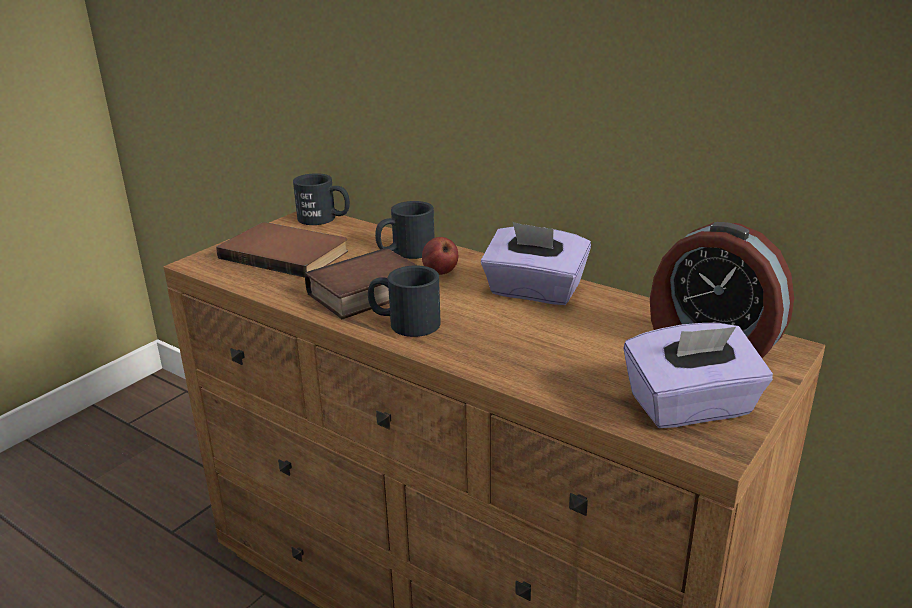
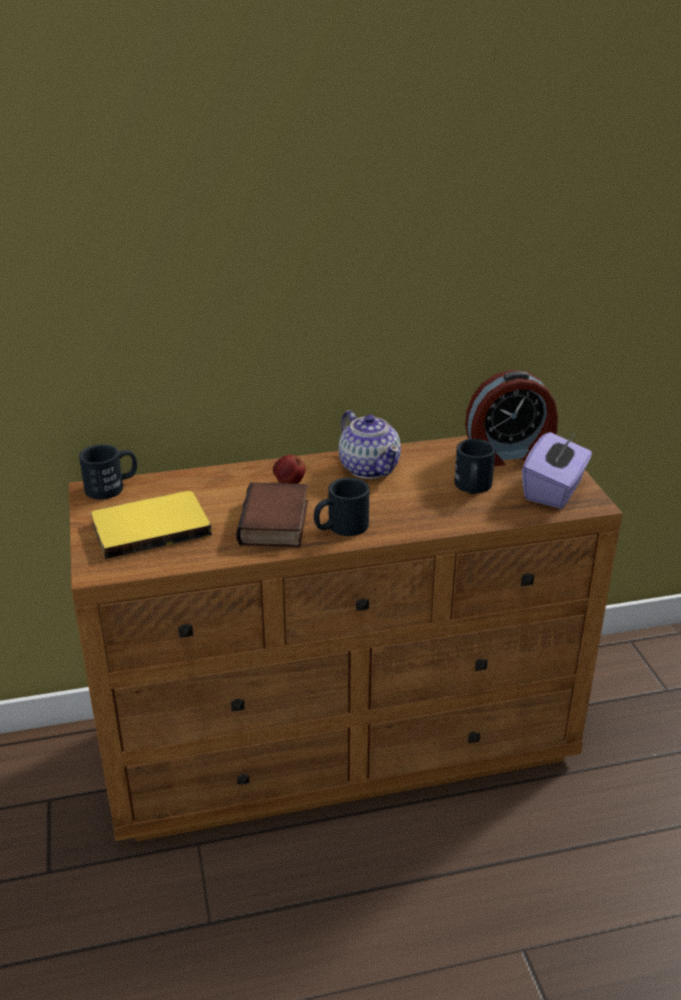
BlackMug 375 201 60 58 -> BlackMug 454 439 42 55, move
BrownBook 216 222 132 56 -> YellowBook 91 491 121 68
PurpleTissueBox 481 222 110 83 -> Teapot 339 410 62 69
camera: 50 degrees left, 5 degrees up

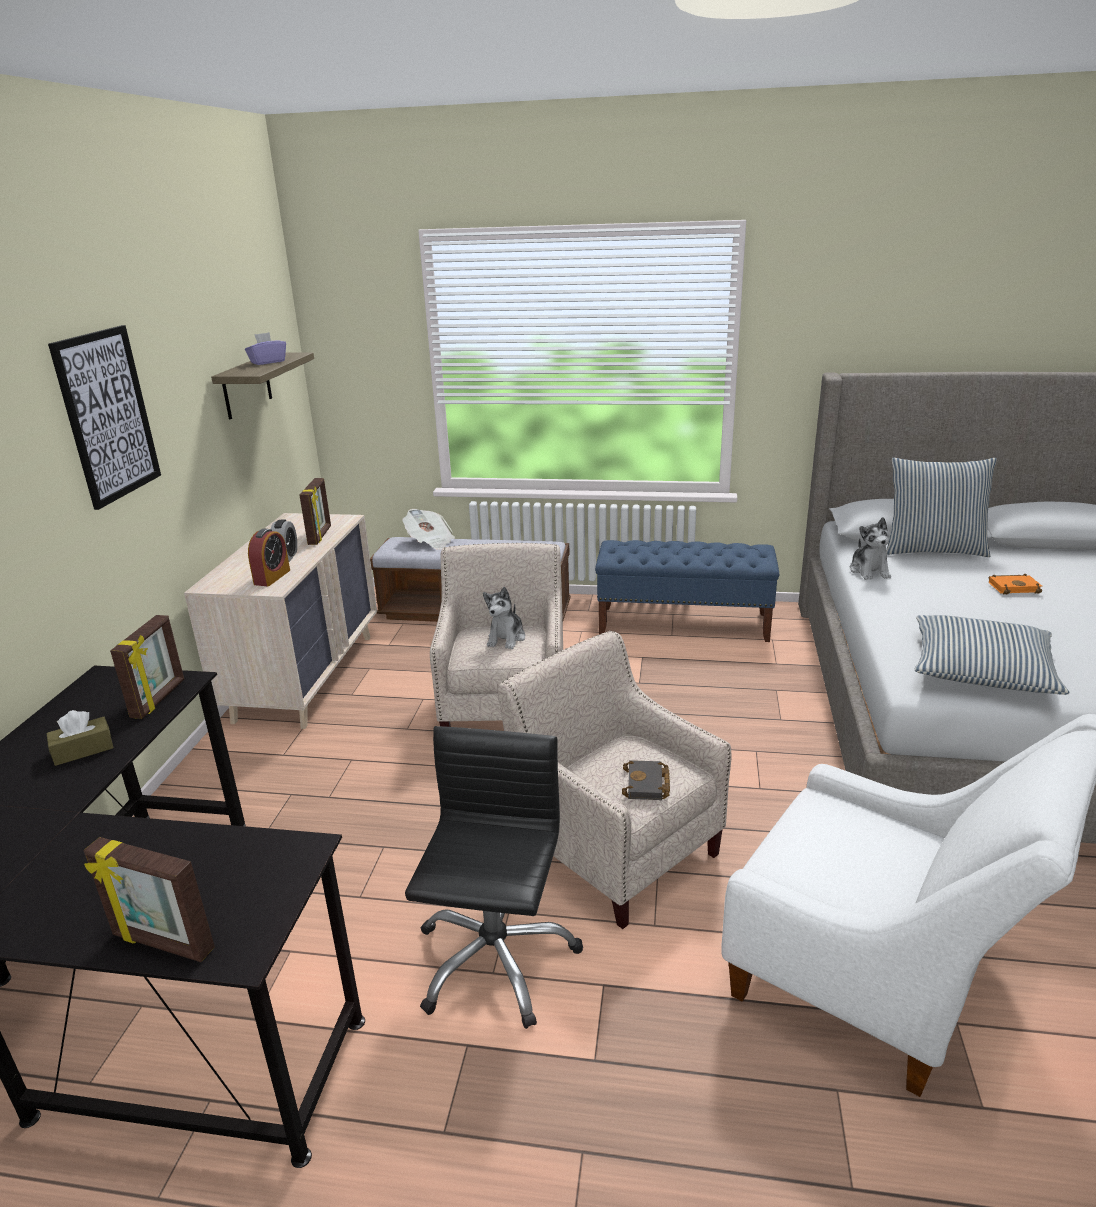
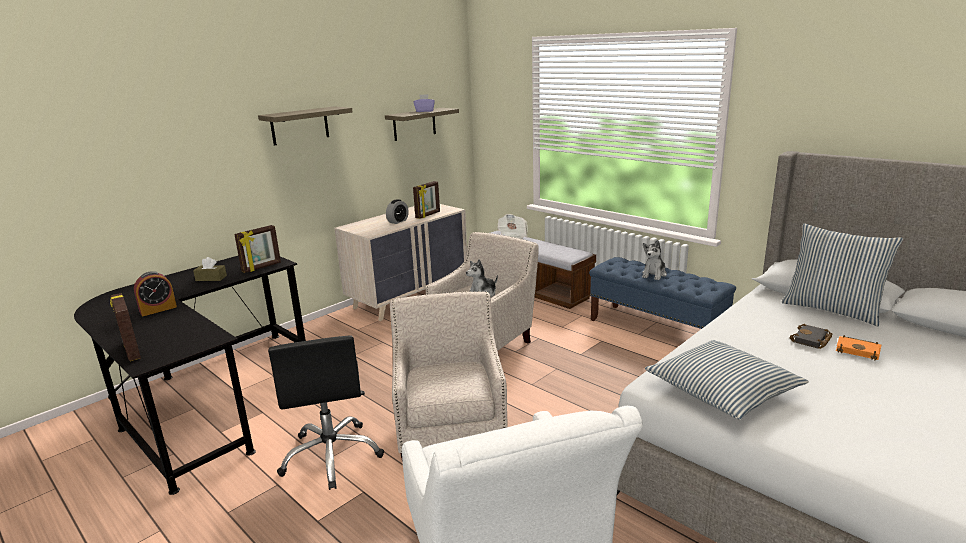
Picture 48 325 113 185 -> Shelf 258 106 95 40
PlushToy 850 517 41 63 -> PlushToy 642 240 25 40, move
AlarmClock 248 529 42 57 -> AlarmClock 134 271 43 45, move
BlackOfficeChair 405 726 178 303 -> BlackOfficeChair 268 336 116 154, 120 degrees clockwise
BlackBook 622 760 48 40 -> BlackBook 789 324 44 25, move
camera: 35 degrees right, 5 degrees down

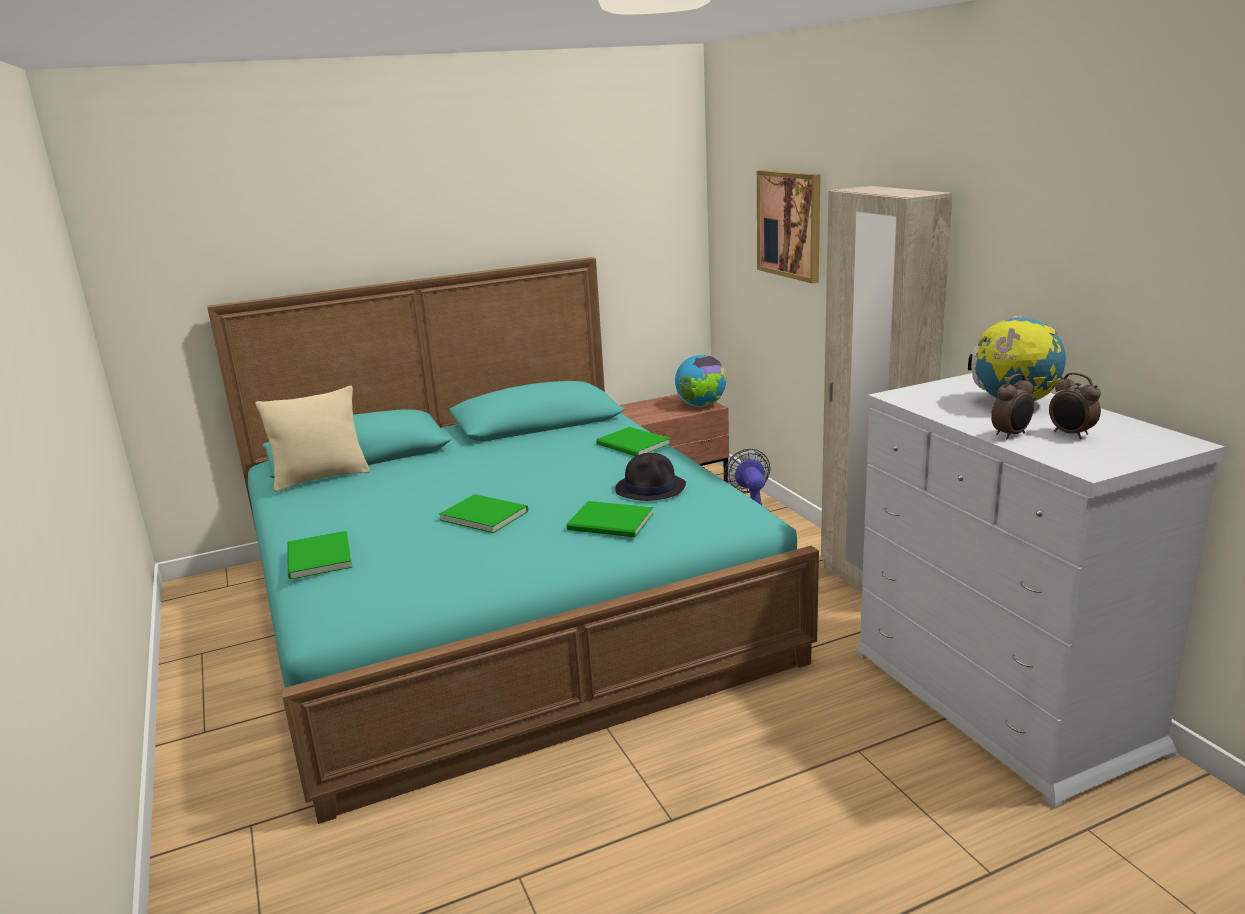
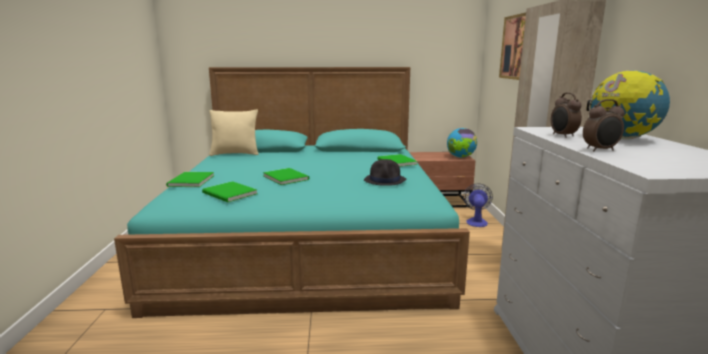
AlarmClock 1049 372 52 67 -> AlarmClock 551 93 31 45, move
GreenBook 567 501 86 36 -> GreenBook 202 181 56 21, move
camera: 20 degrees right, 5 degrees down

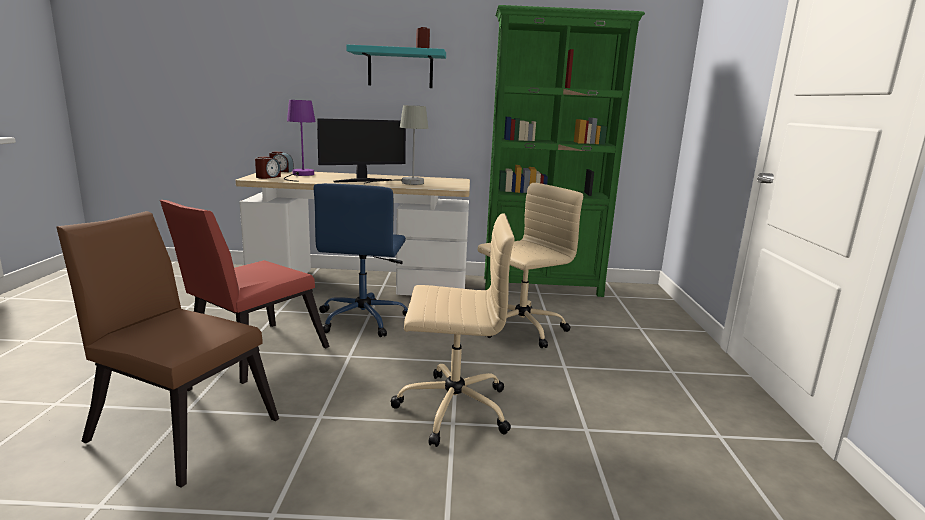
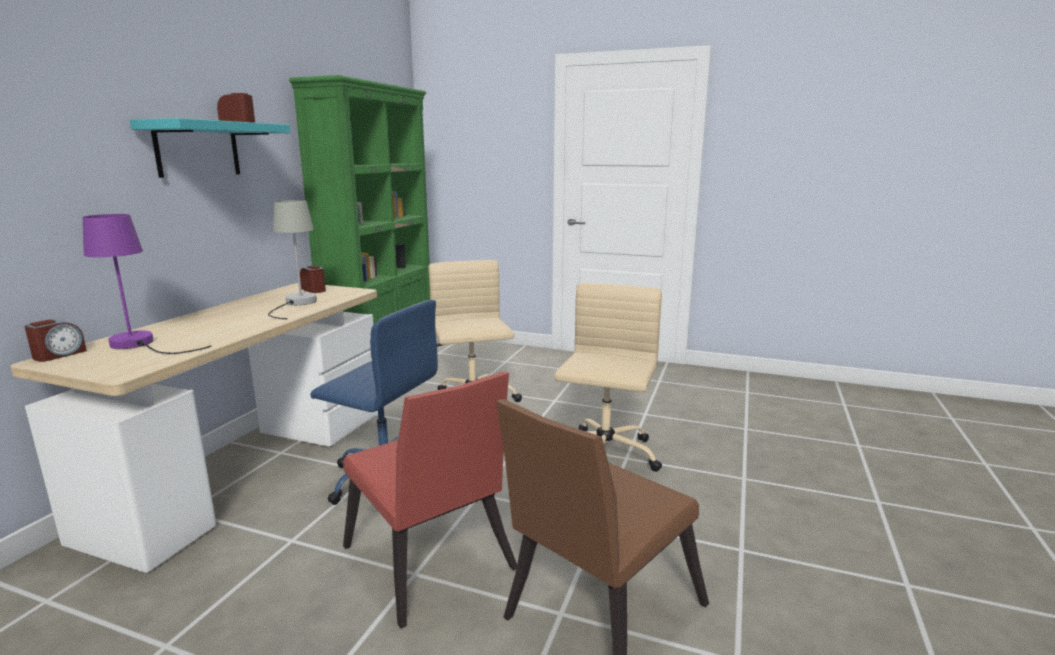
Monitor 317 118 89 64 -> none
AlarmClock 255 156 26 23 -> AlarmClock 300 265 26 28, move
camera: 70 degrees left, 0 degrees up

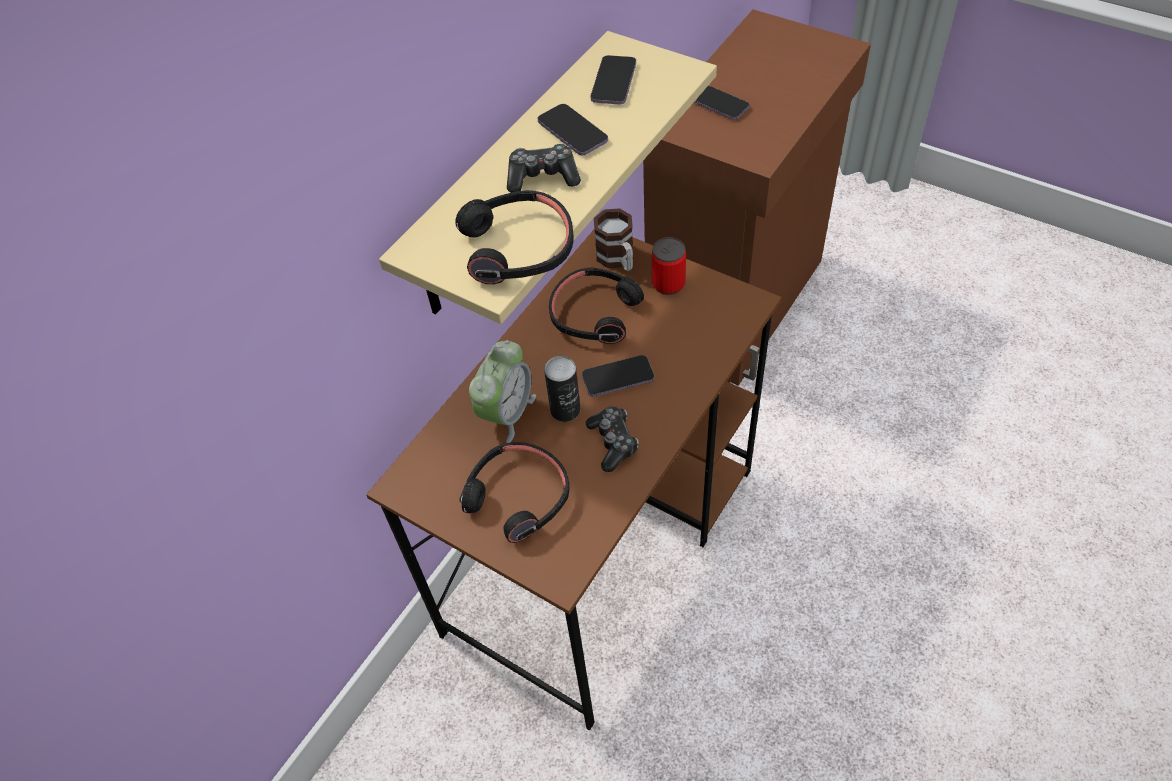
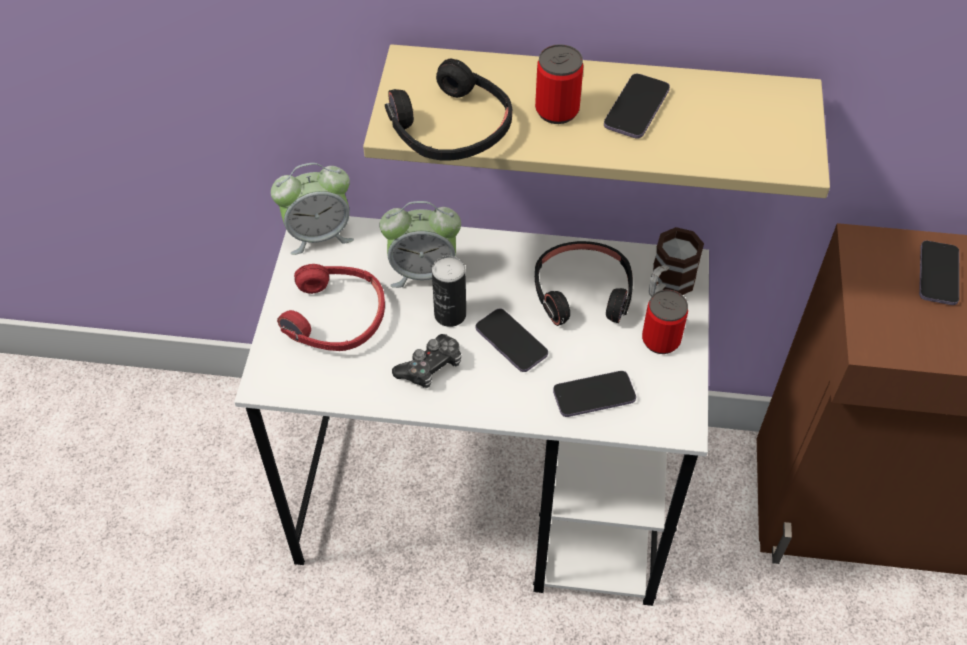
Phone 590 55 46 50 -> Phone 553 371 83 46, move
GameController 507 143 74 50 -> Can 535 44 49 80
BrownDesk 366 230 416 501 -> WhiteDesk 234 216 475 390
BlackHeadphones 459 442 110 101 -> RedHeadphones 277 264 108 87
none -> AlarmClock 271 163 83 92
camera: 60 degrees right, 0 degrees up

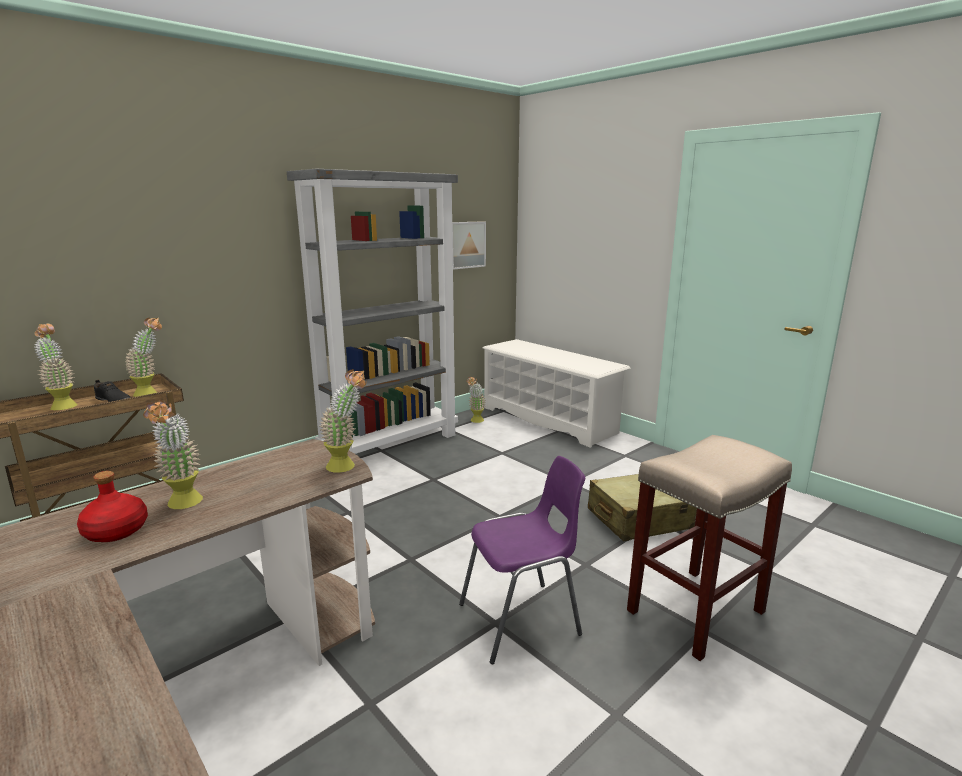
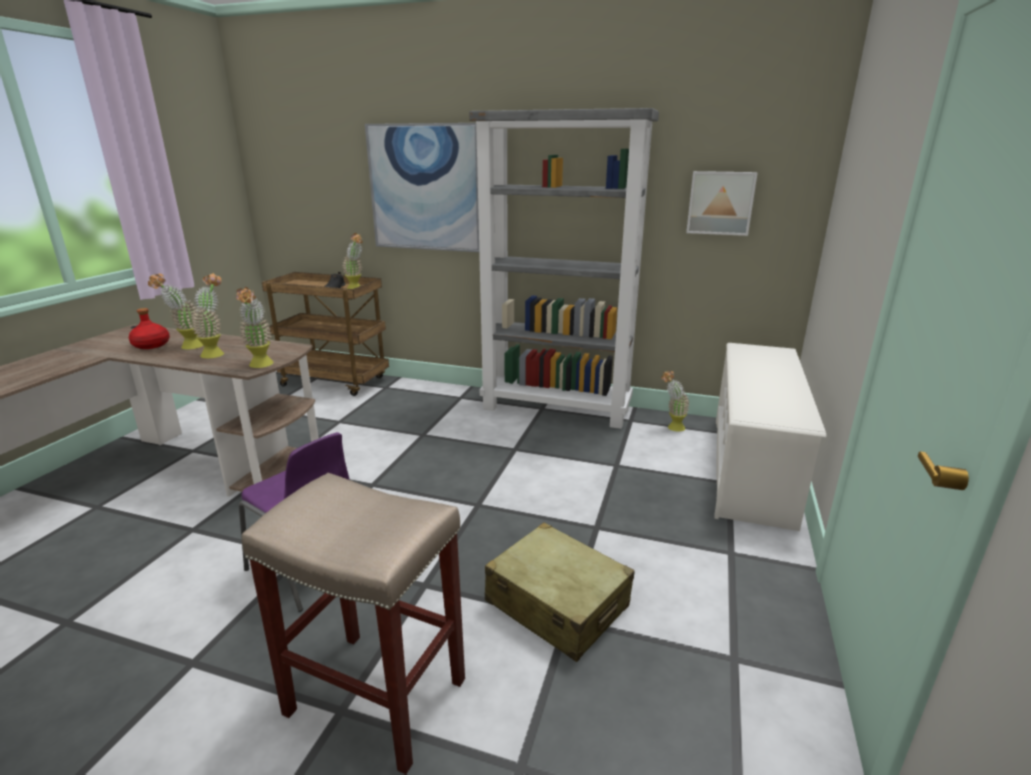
PottedPlant 34 323 43 87 -> PottedPlant 191 273 33 85, move
none -> Picture 365 123 114 129
camera: 60 degrees right, 5 degrees up

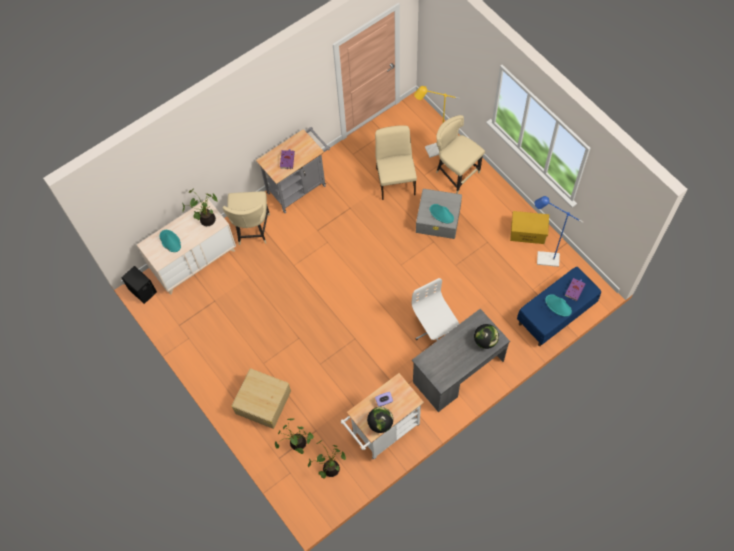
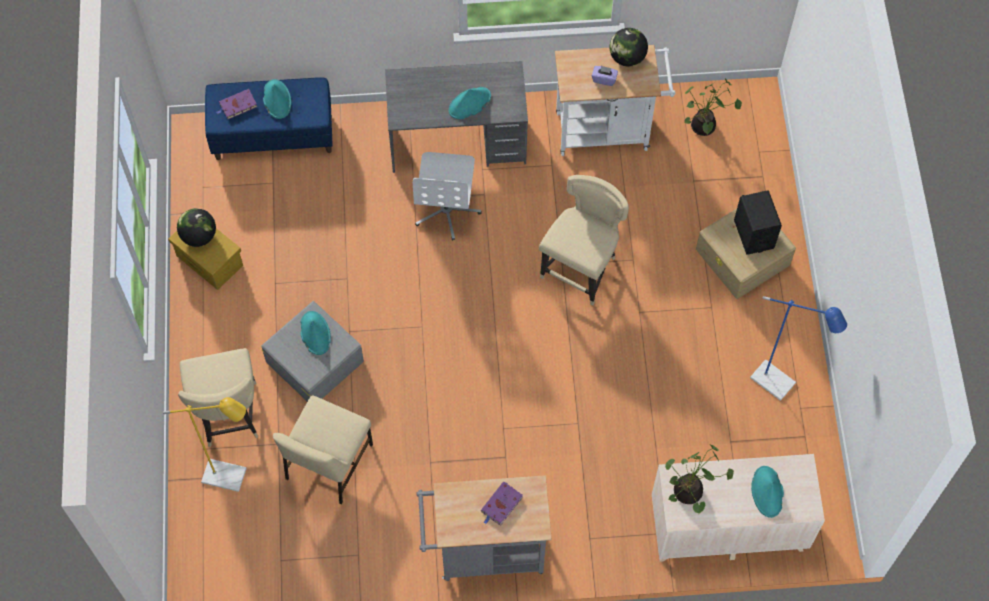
BeigeChair 222 191 48 54 -> BeigeChair 539 175 90 131, move
BlueFloorLamp 535 196 48 71 -> BlueFloorLamp 750 296 97 105, move
BlackSpeaker 122 266 35 38 -> BlackSpeaker 734 190 48 65, move
Globe 474 324 25 25 -> Globe 177 208 39 39, move
PottedPlant 275 419 39 35 -> none
none -> TurquoiseHat 449 87 42 32
camera: 150 degrees left, 0 degrees up

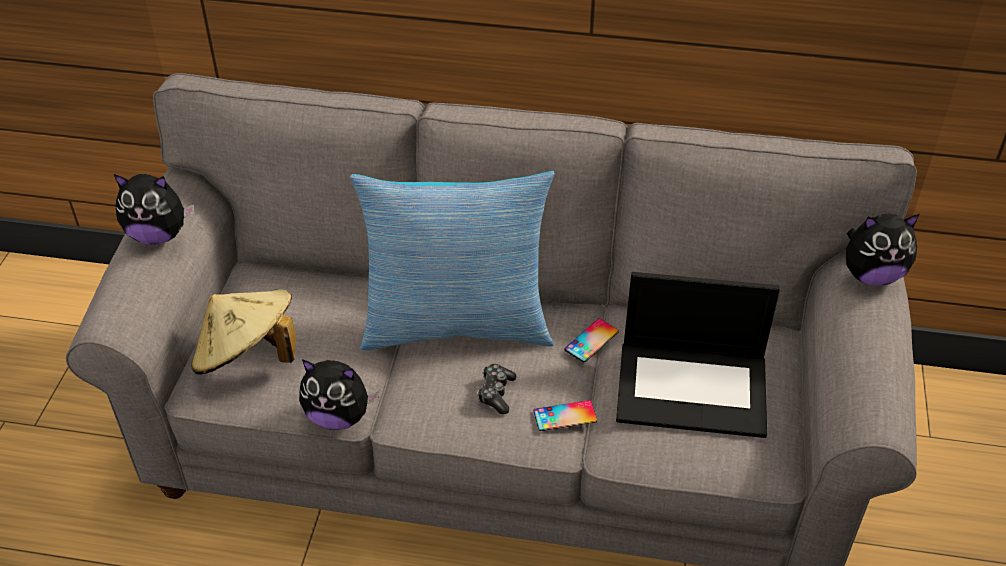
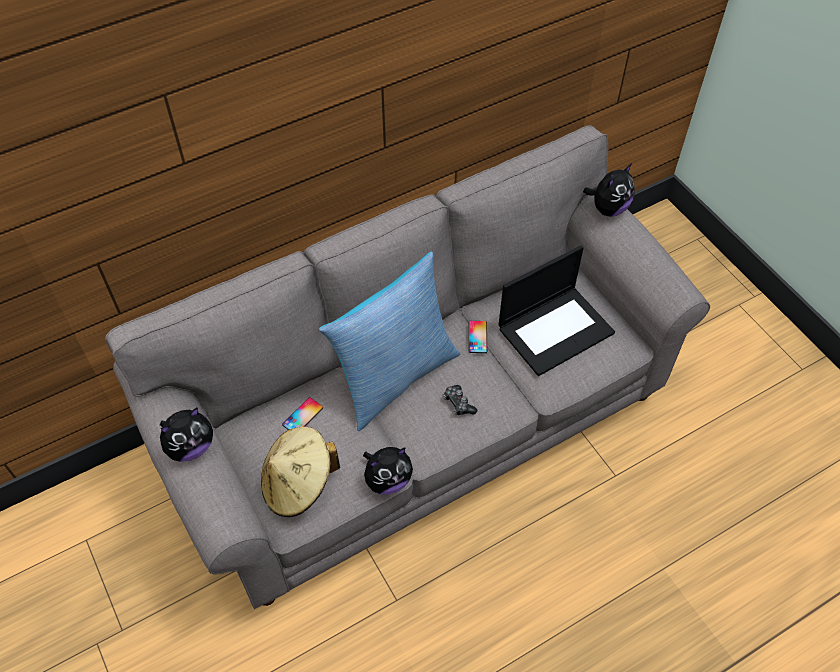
Phone 534 400 63 31 -> Phone 282 397 41 33, move
camera: 40 degrees left, 10 degrees up

